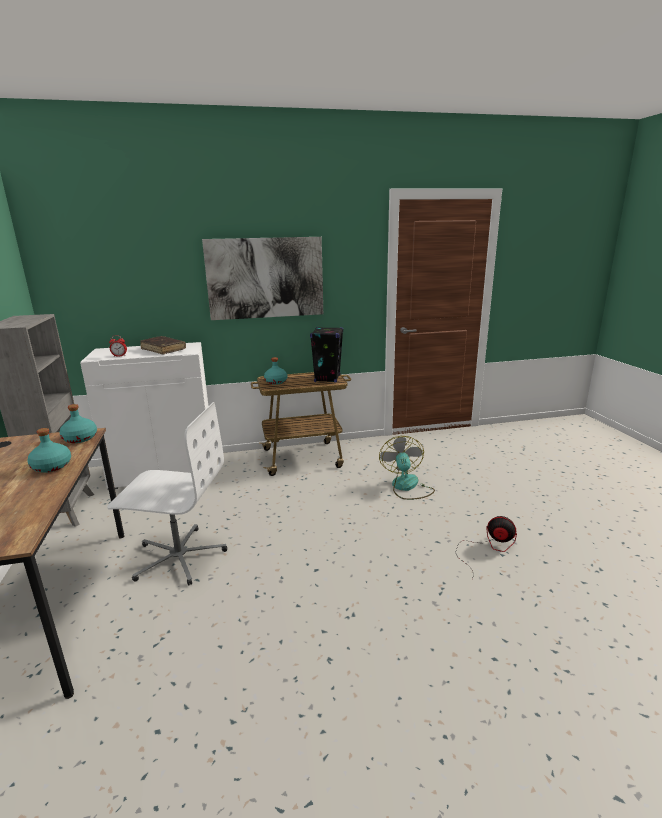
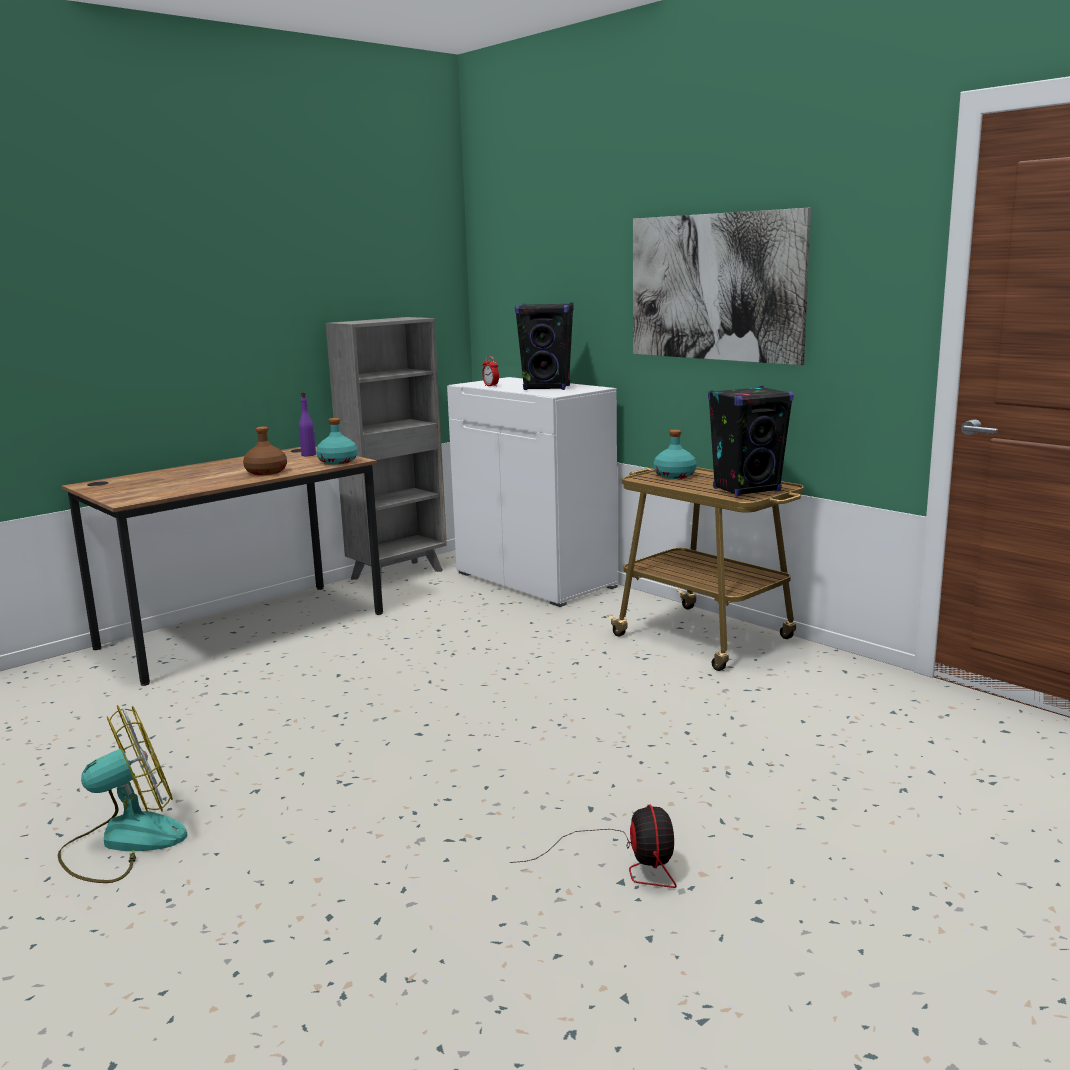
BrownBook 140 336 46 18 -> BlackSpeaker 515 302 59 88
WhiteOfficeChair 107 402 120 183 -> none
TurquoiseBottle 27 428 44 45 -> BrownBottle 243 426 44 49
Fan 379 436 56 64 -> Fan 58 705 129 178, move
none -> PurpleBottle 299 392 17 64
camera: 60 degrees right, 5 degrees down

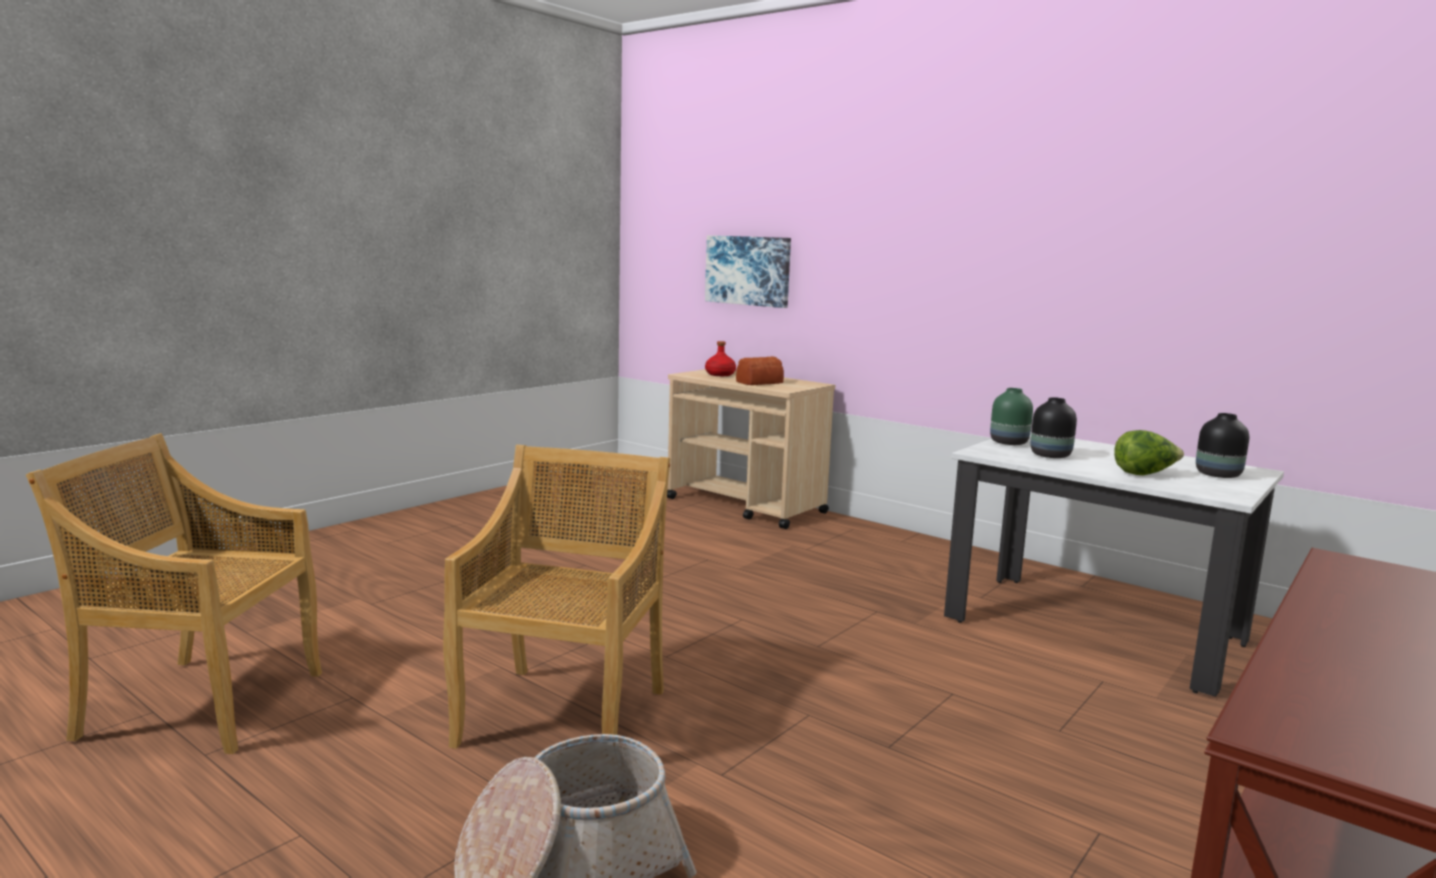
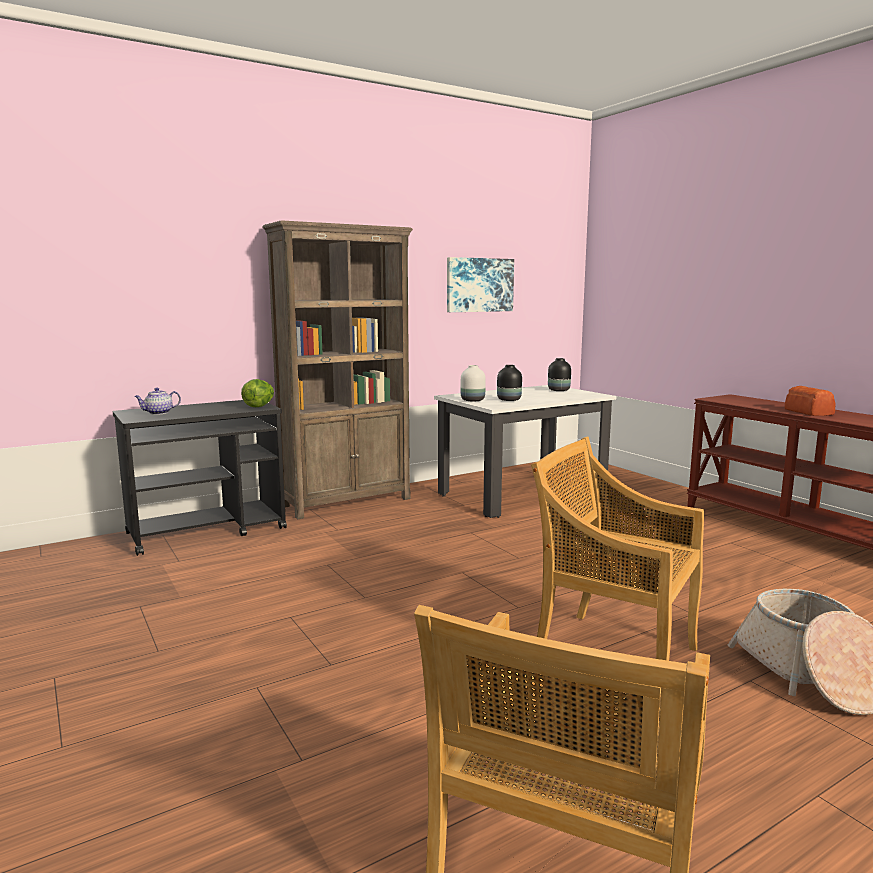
Picture 705 235 86 73 -> Picture 447 257 67 55, move
RedBottle 705 341 31 35 -> Teapot 134 388 47 27
Bread 736 356 48 29 -> Bread 785 386 51 30, move
BeigeCart 667 369 168 160 -> BlackCart 113 400 174 156
GreenVase 990 388 43 57 -> WhiteVase 461 365 25 36
Lettuce 1114 430 70 45 -> Lettuce 241 379 33 28, move
none -> BrownBookcase 262 220 151 299
camera: 70 degrees left, 0 degrees up

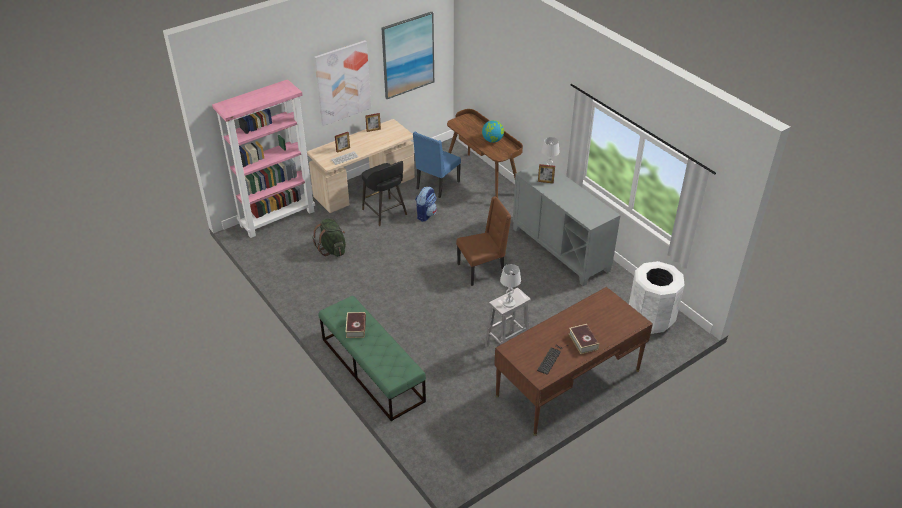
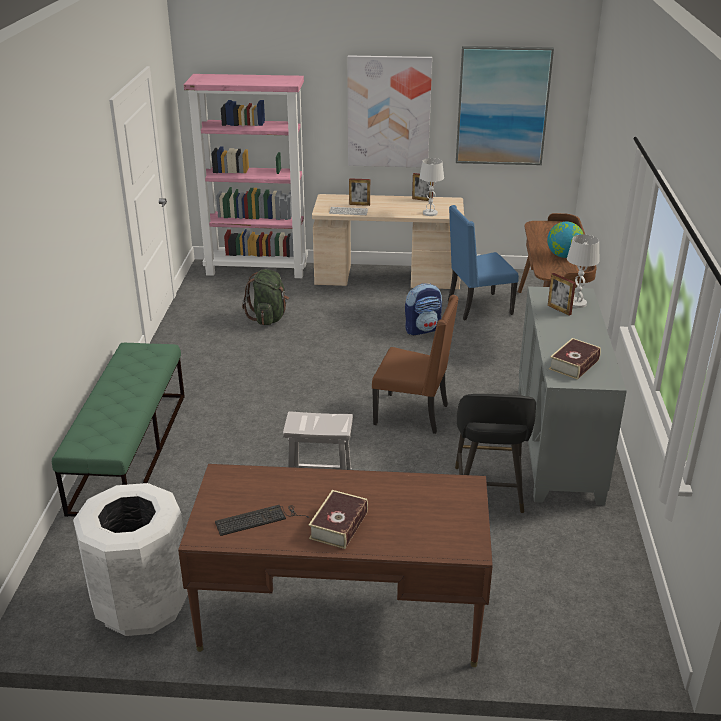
BlackStool 362 161 45 65 -> BlackStool 455 394 81 119, move
WhiteTrashCan 629 261 55 73 -> WhiteTrashCan 73 483 115 153, move
WhiteTableLamp 500 264 21 44 -> WhiteTableLamp 419 158 25 58, move
Book 346 312 20 26 -> Book 549 338 52 42, move
camera: 40 degrees right, 10 degrees down

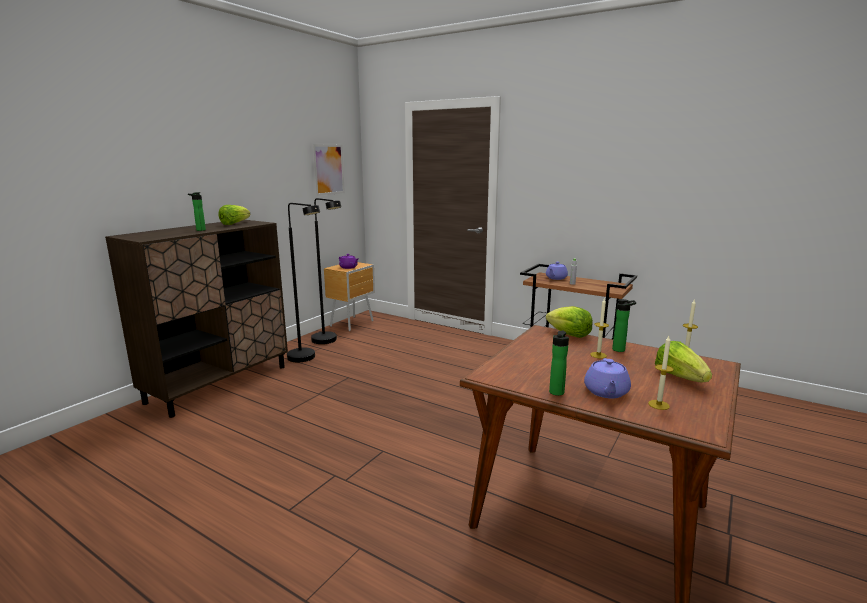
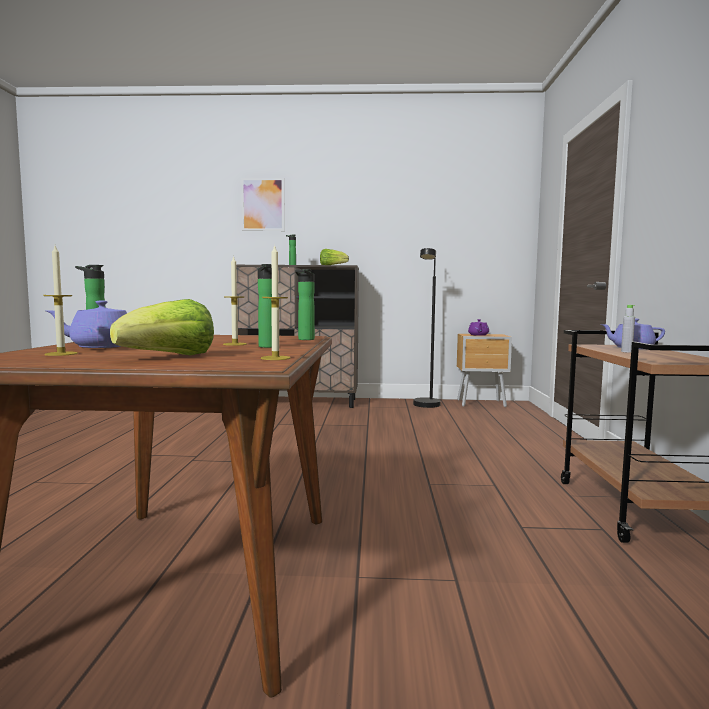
Picture 312 144 33 52 -> Picture 241 178 44 53, move
BlackFloorLamp 287 203 33 159 -> none
Lettuce 546 306 47 32 -> Bottle 295 269 20 71
camera: 60 degrees right, 10 degrees down

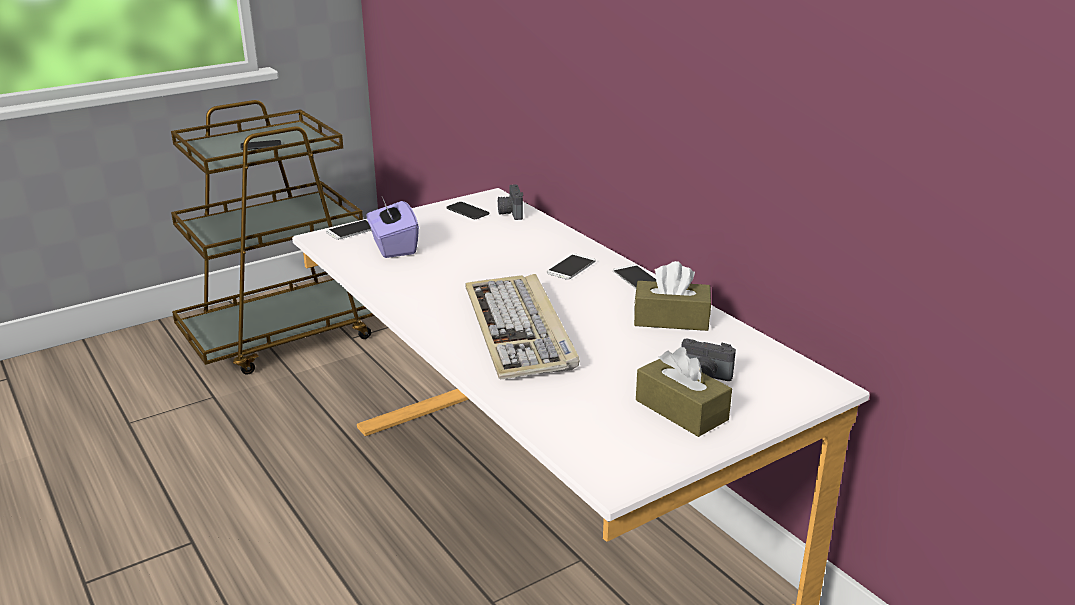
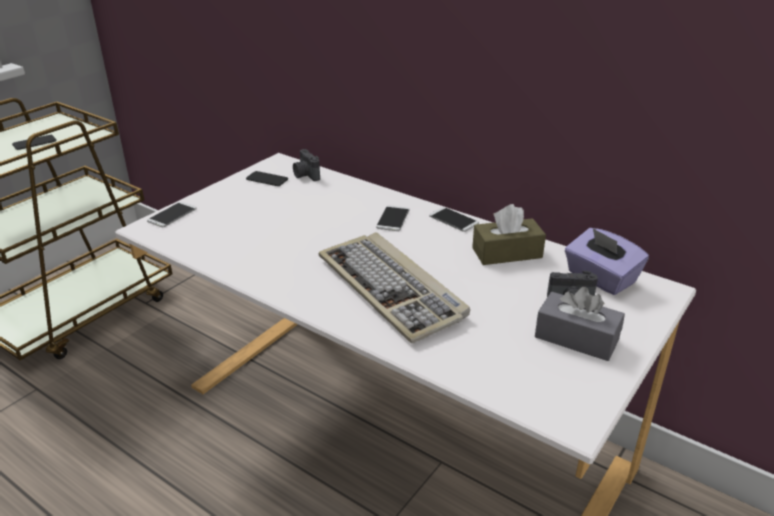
PurpleTissueBox 366 197 53 61 -> PurpleTissueBox 565 228 84 67, move
BrownTissueBox 636 347 96 90 -> GreyTissueBox 535 287 90 74
camera: 20 degrees left, 5 degrees up

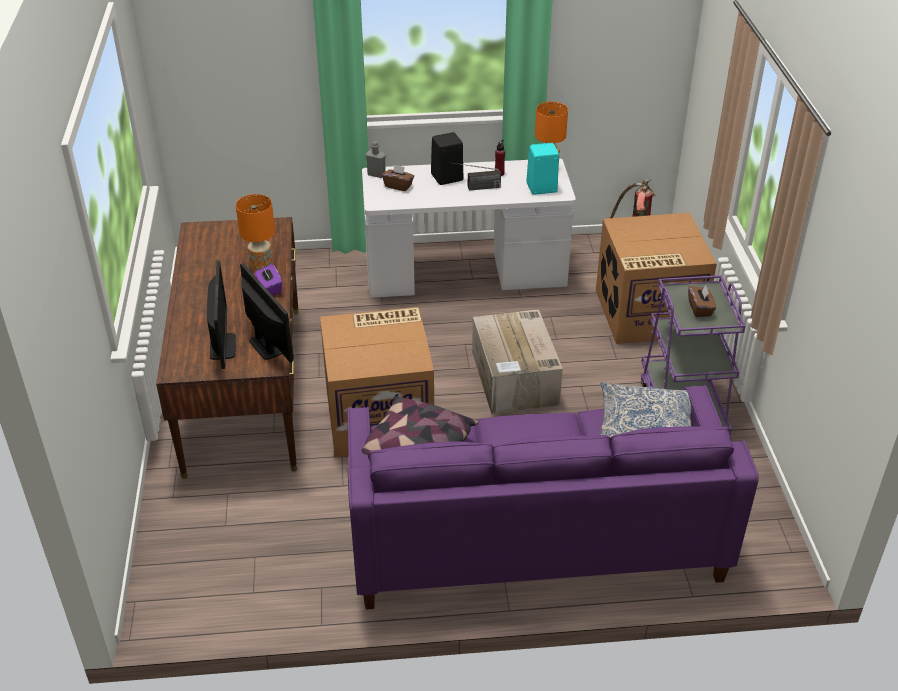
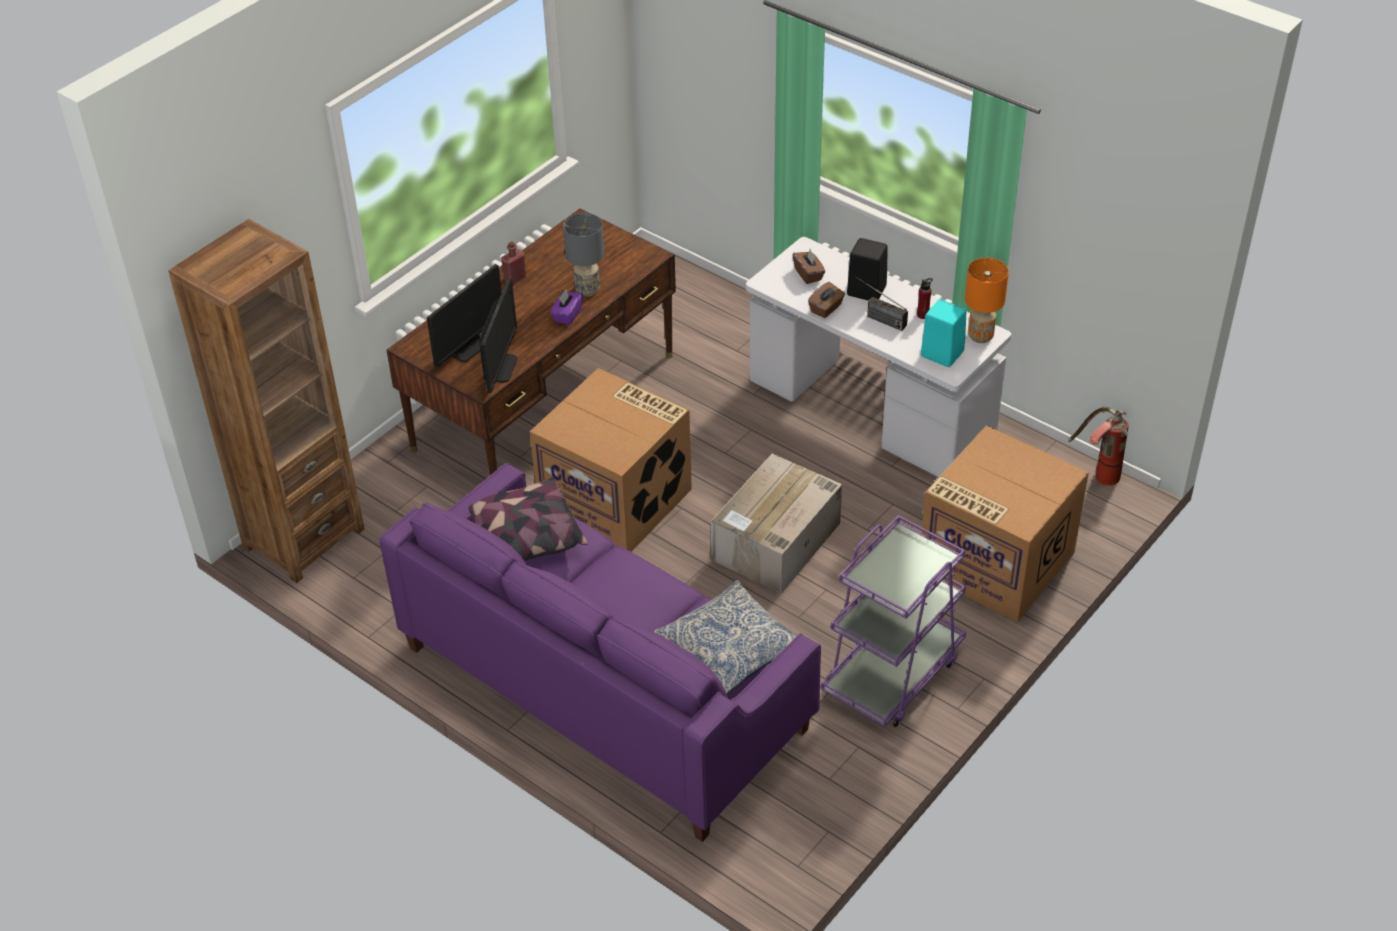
GreyBottle 366 141 20 37 -> none
OrangeTableLamp 236 194 39 77 -> GreyTableLamp 563 213 41 84
BrownTissueBox 688 285 28 32 -> BrownTissueBox 808 282 37 36, move
none -> BrownBookcase 168 219 197 364
none -> RedBottle 501 242 25 42
camera: 45 degrees right, 5 degrees up

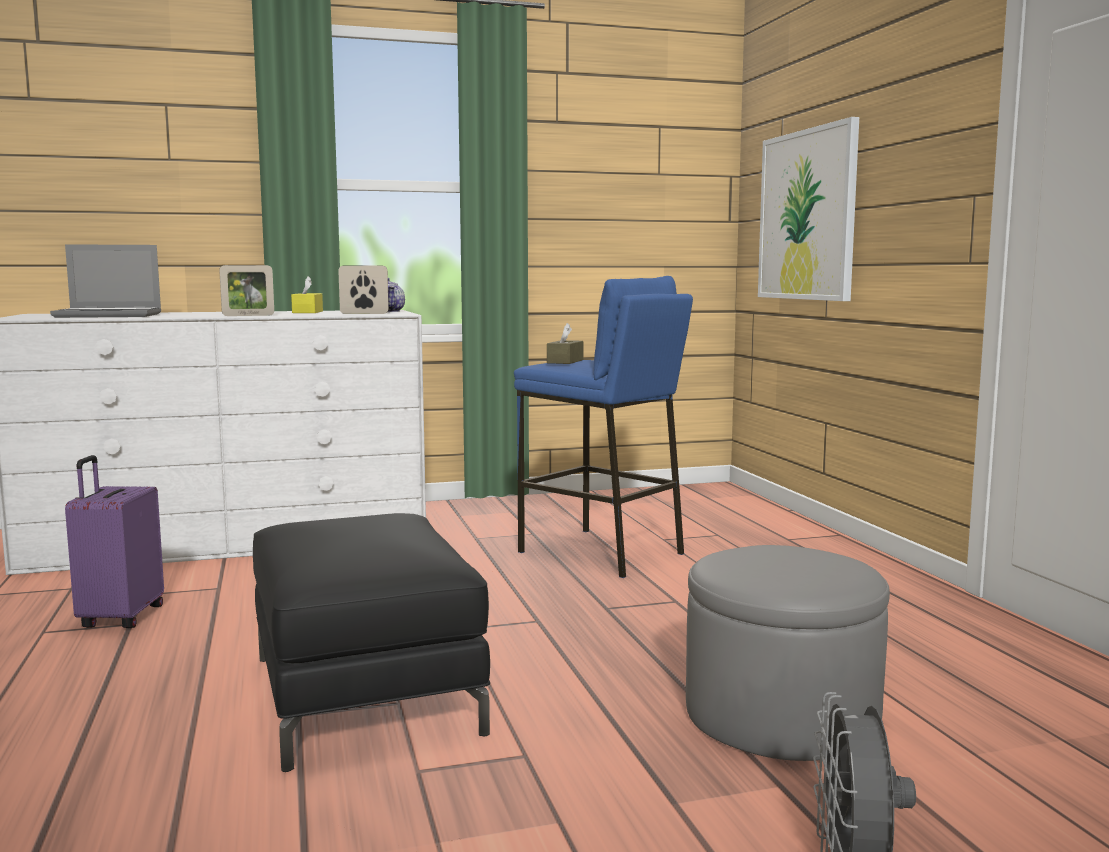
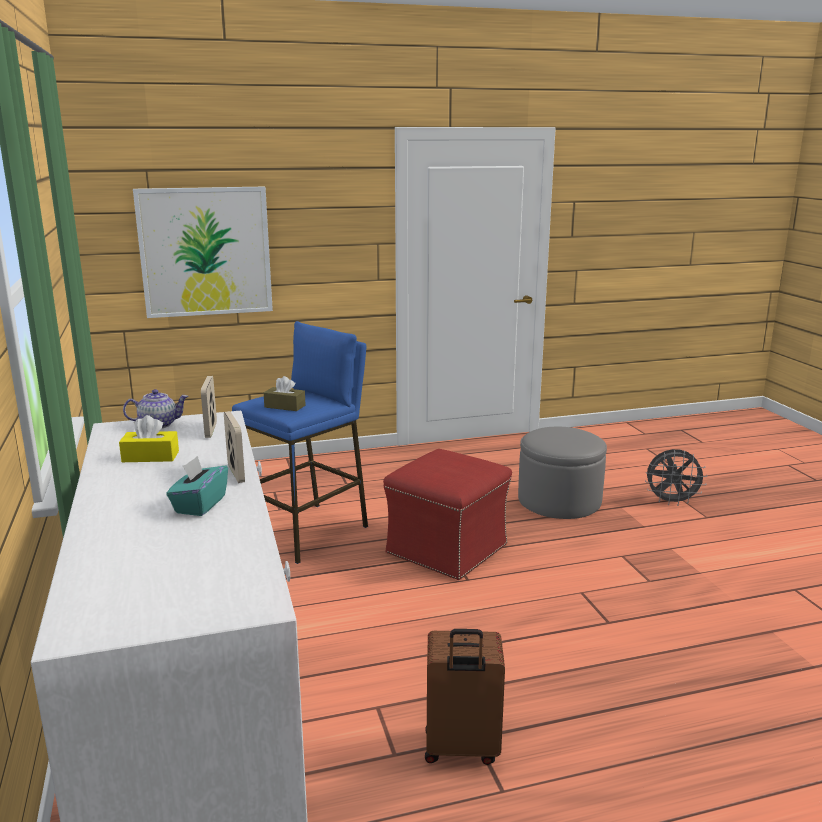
Laptop 50 244 111 74 -> none
PurpleSuitcase 65 455 99 173 -> BrownSuitcase 425 629 80 136
BlackOttoman 253 513 237 259 -> none
none -> RedOttoman 383 449 129 131
none -> TurquoiseTissueBox 166 456 62 60
camera: 90 degrees left, 10 degrees up

